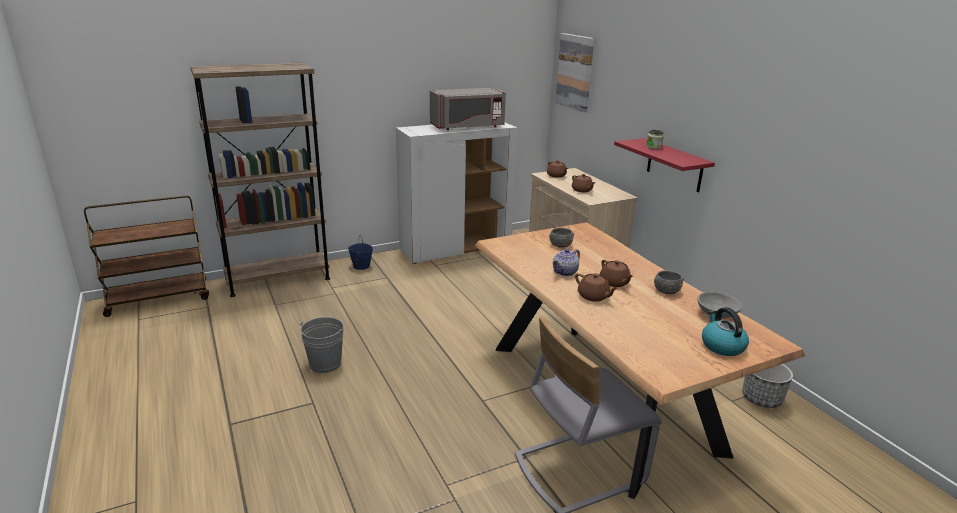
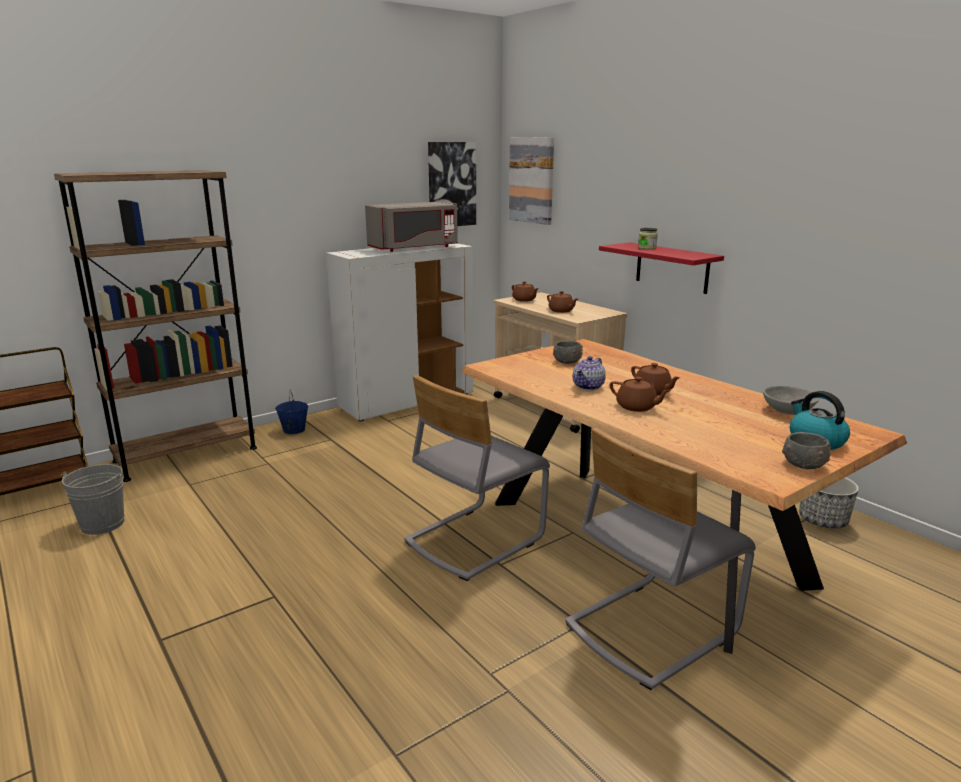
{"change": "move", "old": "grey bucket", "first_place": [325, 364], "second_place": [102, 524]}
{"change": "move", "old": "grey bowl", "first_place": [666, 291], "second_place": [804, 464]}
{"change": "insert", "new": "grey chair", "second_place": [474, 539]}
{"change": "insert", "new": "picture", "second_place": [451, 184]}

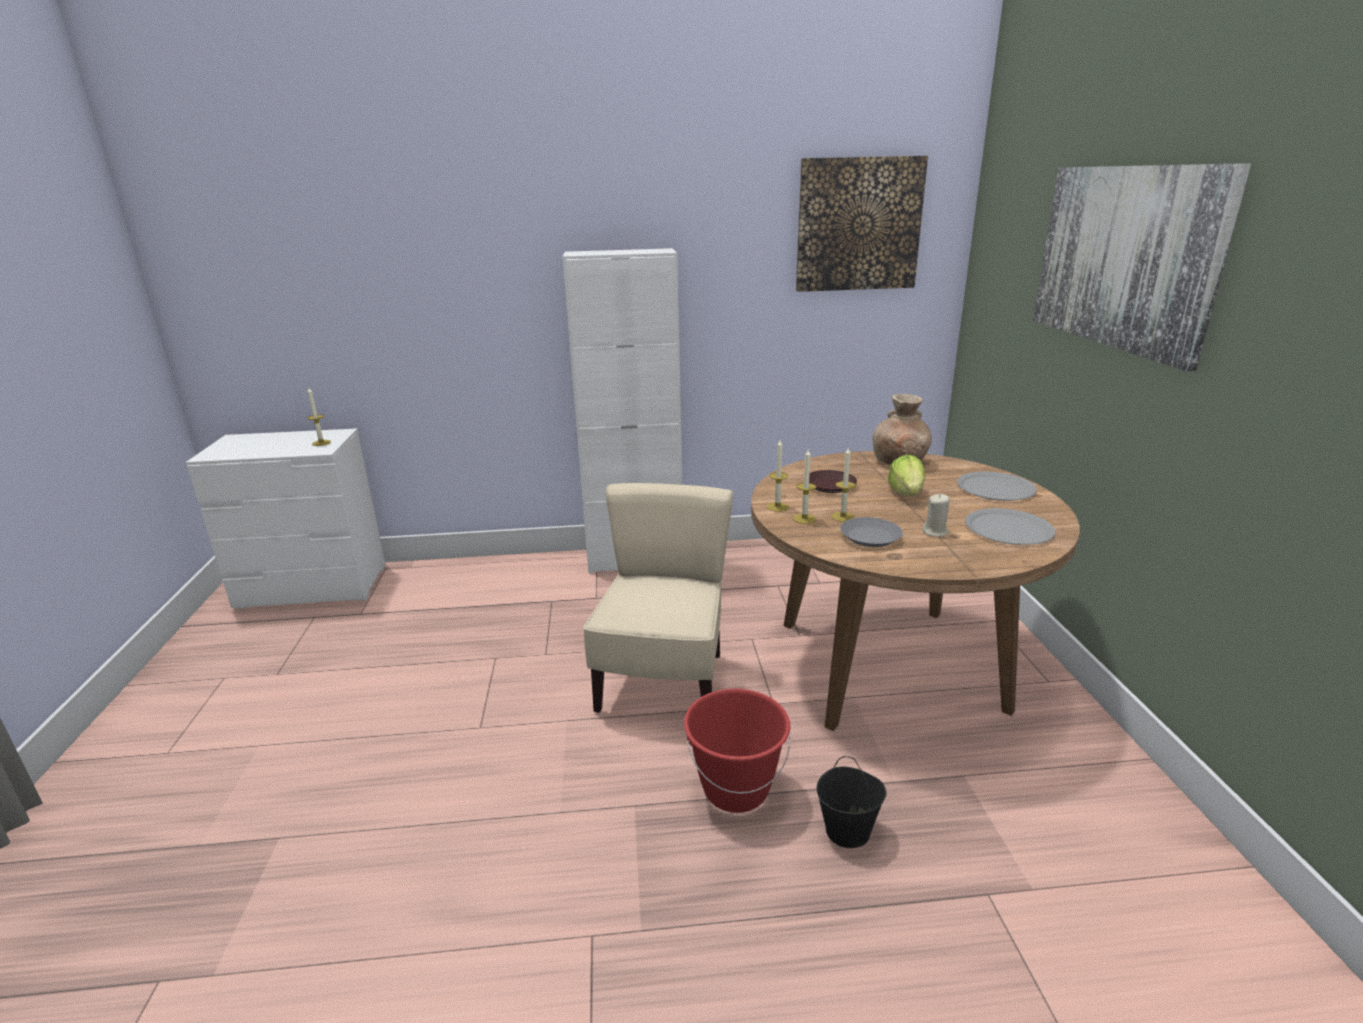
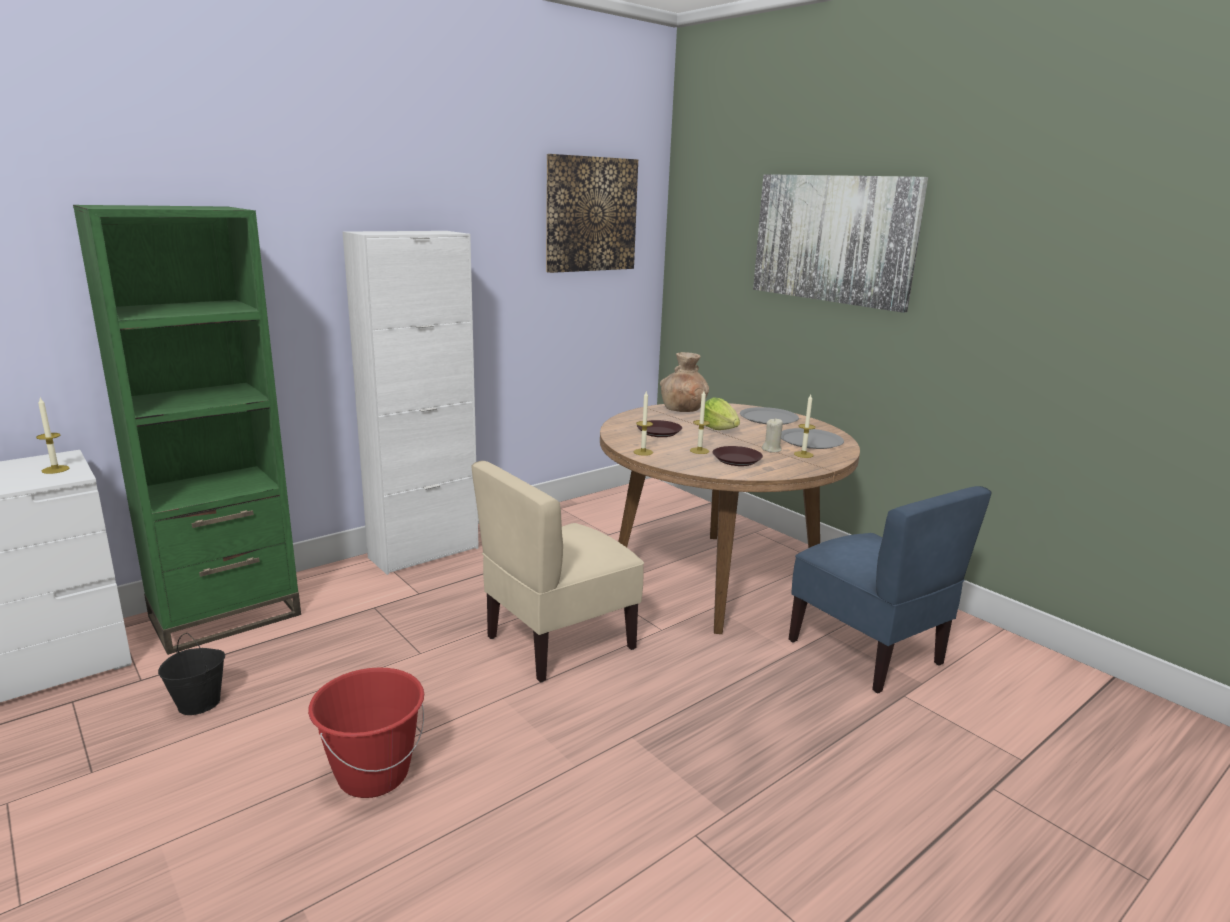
{"change": "rotate", "old": "beige chair", "first_place": [663, 683], "second_place": [559, 642], "degrees": -105}
{"change": "move", "old": "red bucket", "first_place": [735, 789], "second_place": [373, 774]}
{"change": "move", "old": "candle", "first_place": [804, 518], "second_place": [803, 454]}
{"change": "move", "old": "black bucket", "first_place": [848, 830], "second_place": [199, 703]}
{"change": "recolor", "old": "grey plate", "new": "brown plate", "first_place": [870, 537], "second_place": [736, 460]}
{"change": "insert", "new": "green bookcase", "second_place": [225, 616]}
{"change": "insert", "new": "blue chair", "second_place": [867, 652]}

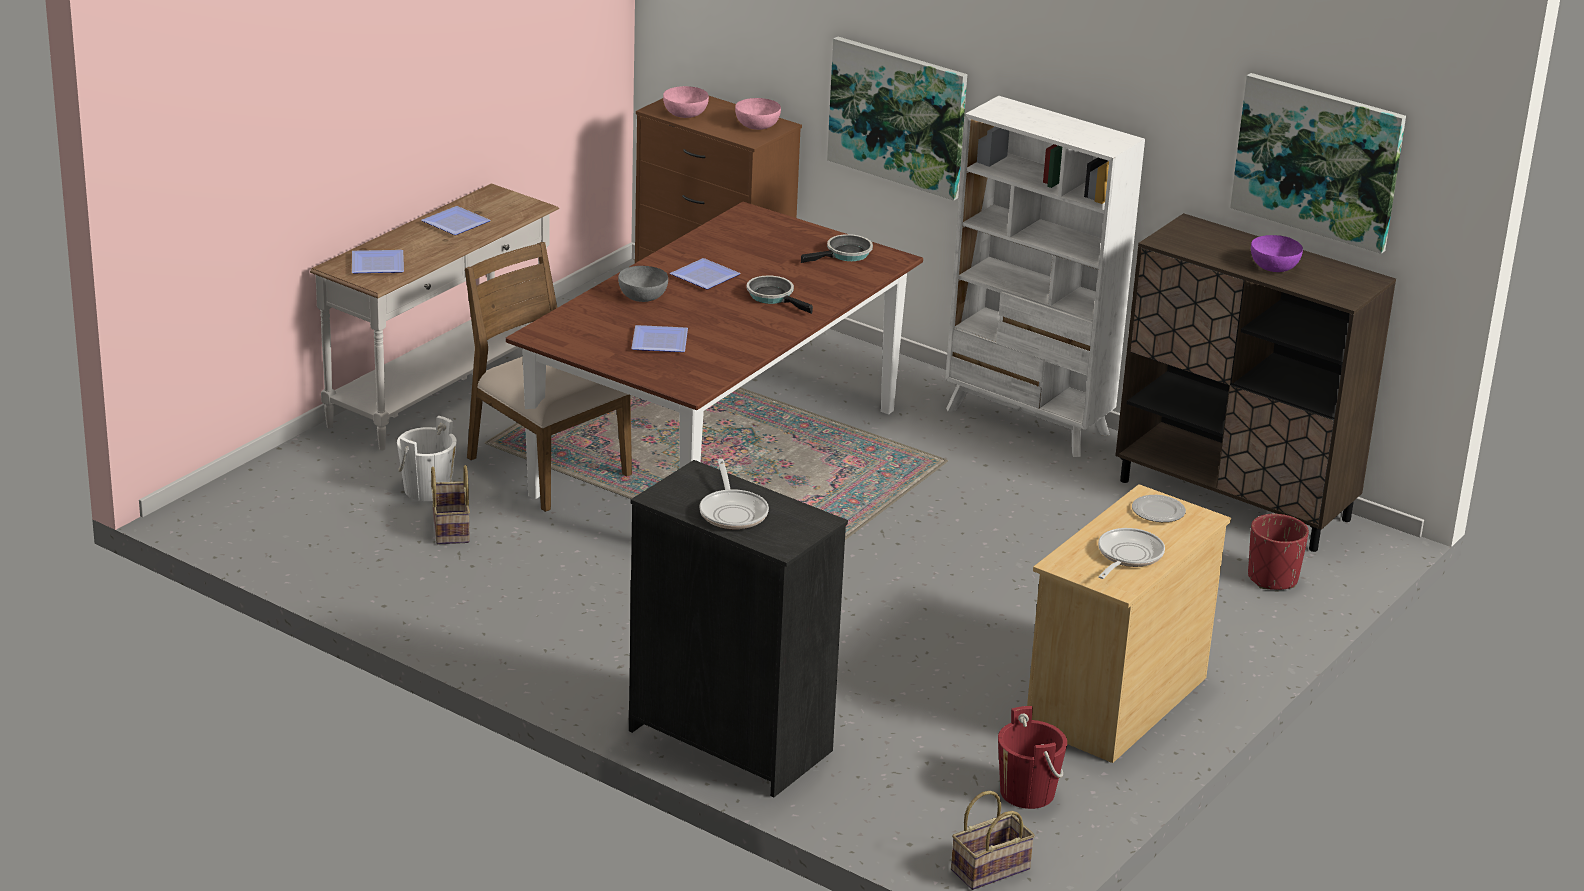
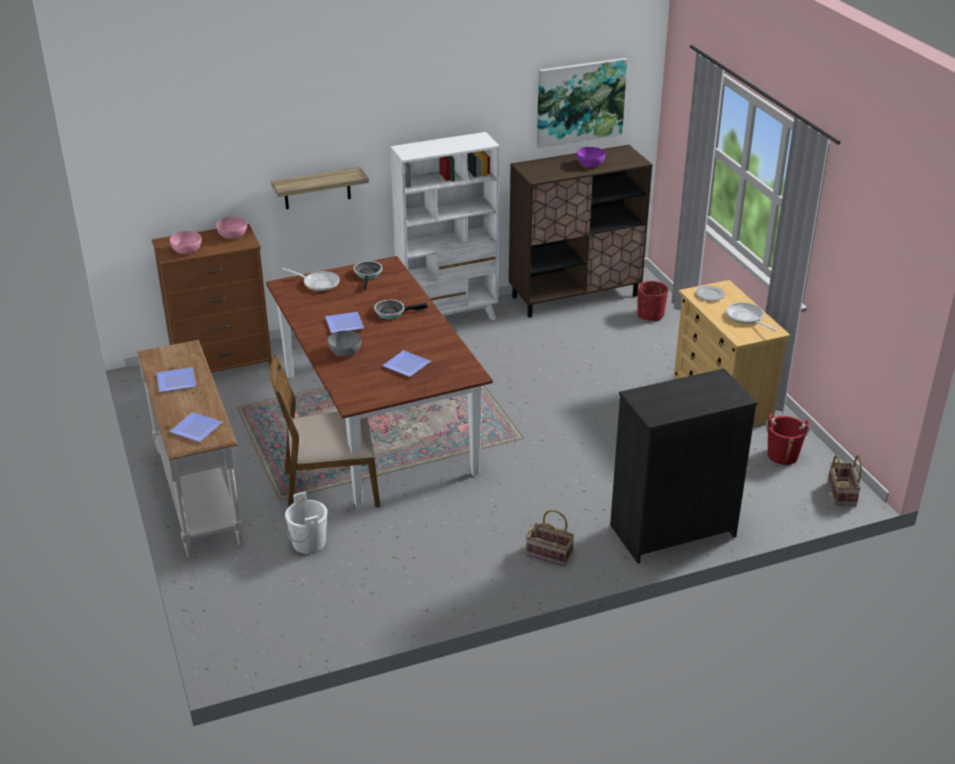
{"change": "move", "old": "basket", "first_place": [449, 528], "second_place": [548, 554]}
{"change": "move", "old": "frying pan", "first_place": [733, 512], "second_place": [318, 283]}
{"change": "replace", "old": "picture", "new": "shelf", "first_place": [898, 116], "second_place": [317, 188]}

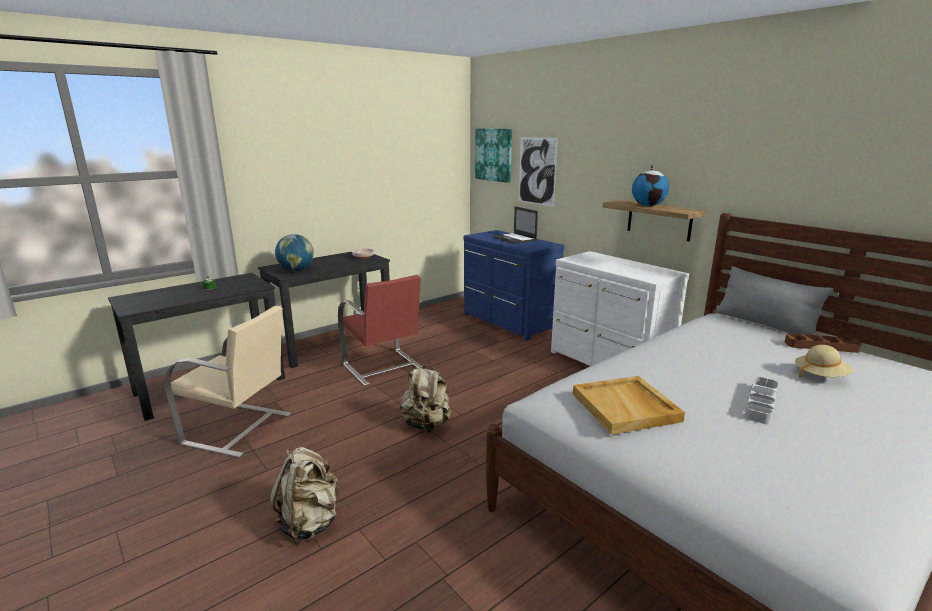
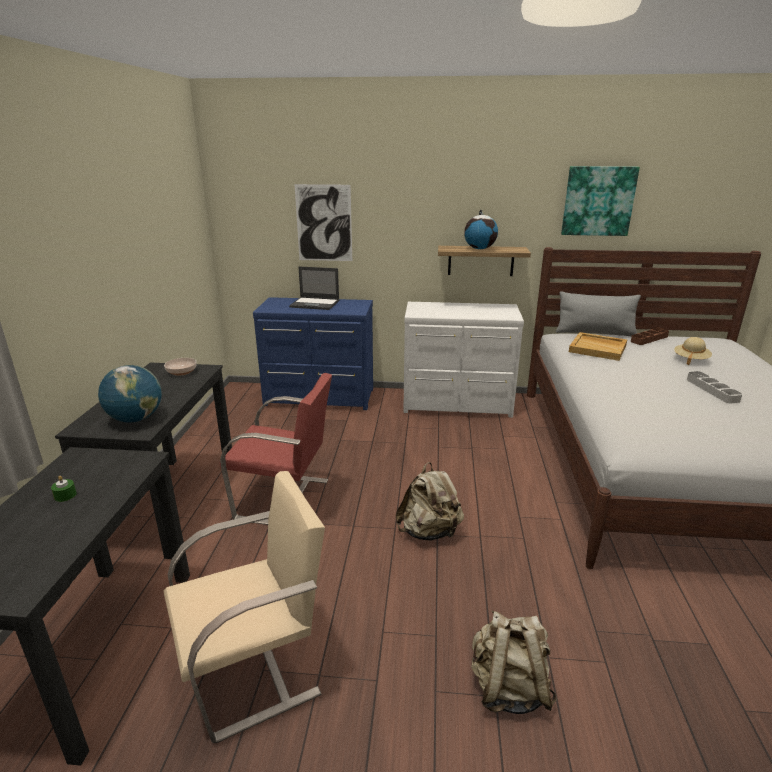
{"change": "move", "old": "picture", "first_place": [494, 154], "second_place": [598, 201]}
{"change": "move", "old": "beige tray", "first_place": [626, 407], "second_place": [598, 348]}

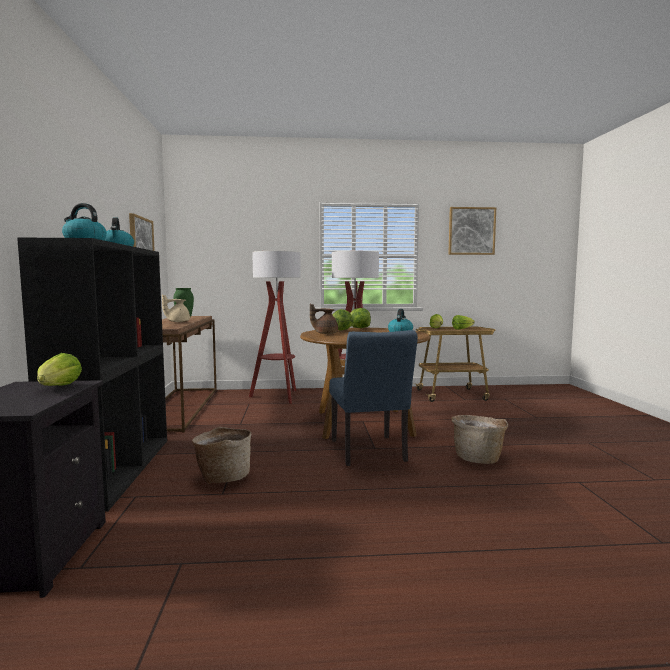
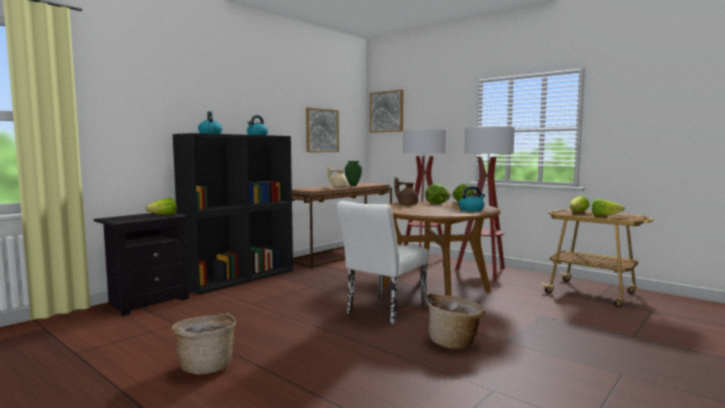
{"change": "move", "old": "basket", "first_place": [223, 477], "second_place": [206, 366]}
{"change": "recolor", "old": "blue chair", "new": "white chair", "first_place": [369, 453], "second_place": [382, 311]}
{"change": "move", "old": "picture", "first_place": [471, 231], "second_place": [386, 111]}

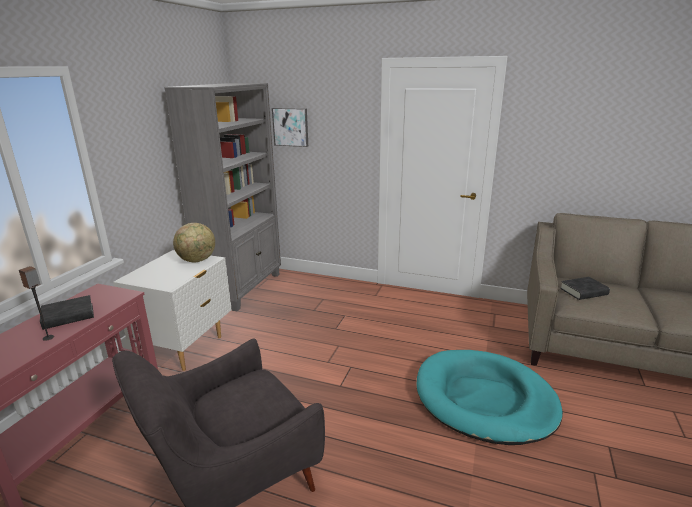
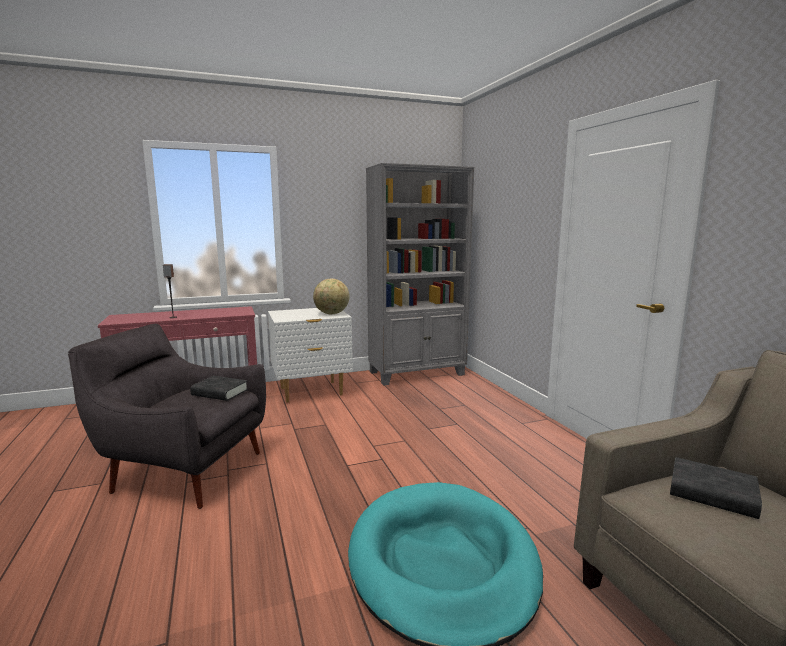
{"change": "move", "old": "black book", "first_place": [68, 316], "second_place": [220, 392]}
{"change": "delete", "old": "picture", "first_place": [291, 127]}

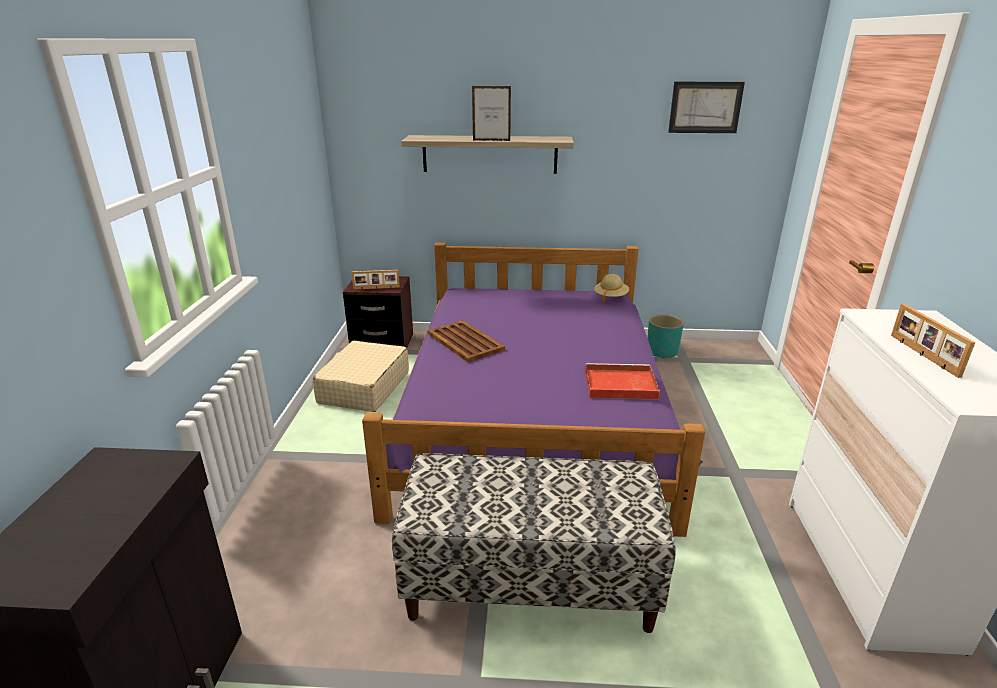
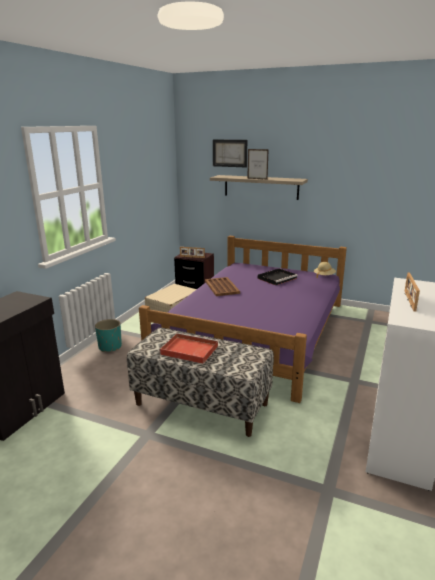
{"change": "move", "old": "red tray", "first_place": [618, 385], "second_place": [188, 350]}
{"change": "move", "old": "turquoise planter", "first_place": [662, 352], "second_place": [110, 347]}
{"change": "move", "old": "picture", "first_place": [705, 107], "second_place": [229, 153]}
{"change": "insert", "new": "black tray", "second_place": [277, 278]}

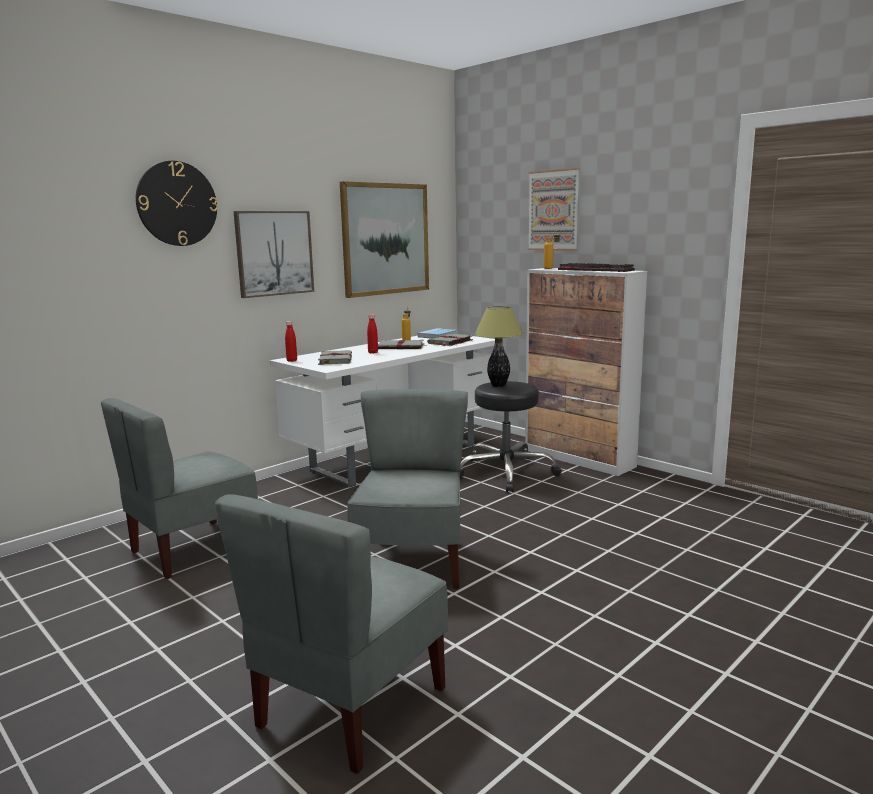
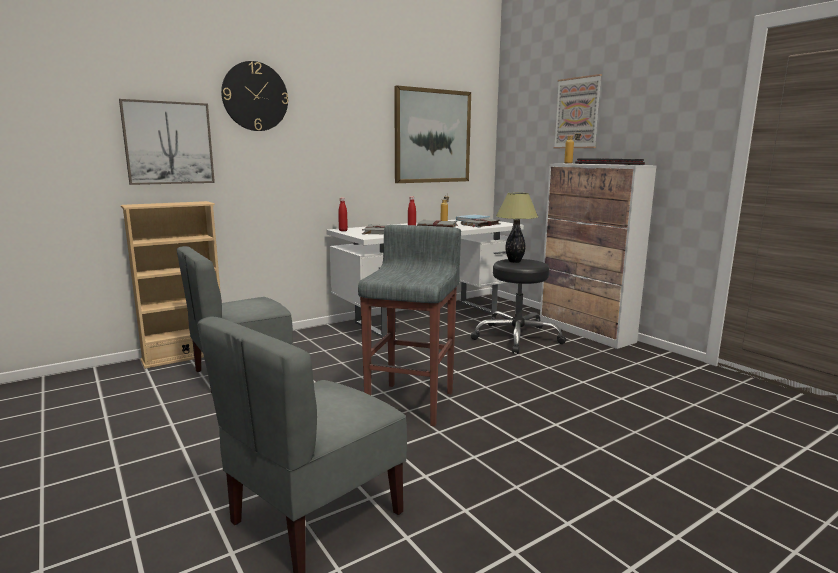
{"change": "move", "old": "picture", "first_place": [274, 253], "second_place": [168, 143]}
{"change": "replace", "old": "grey chair", "new": "grey stool", "first_place": [413, 563], "second_place": [412, 403]}
{"change": "insert", "new": "beige bookcase", "second_place": [184, 356]}

